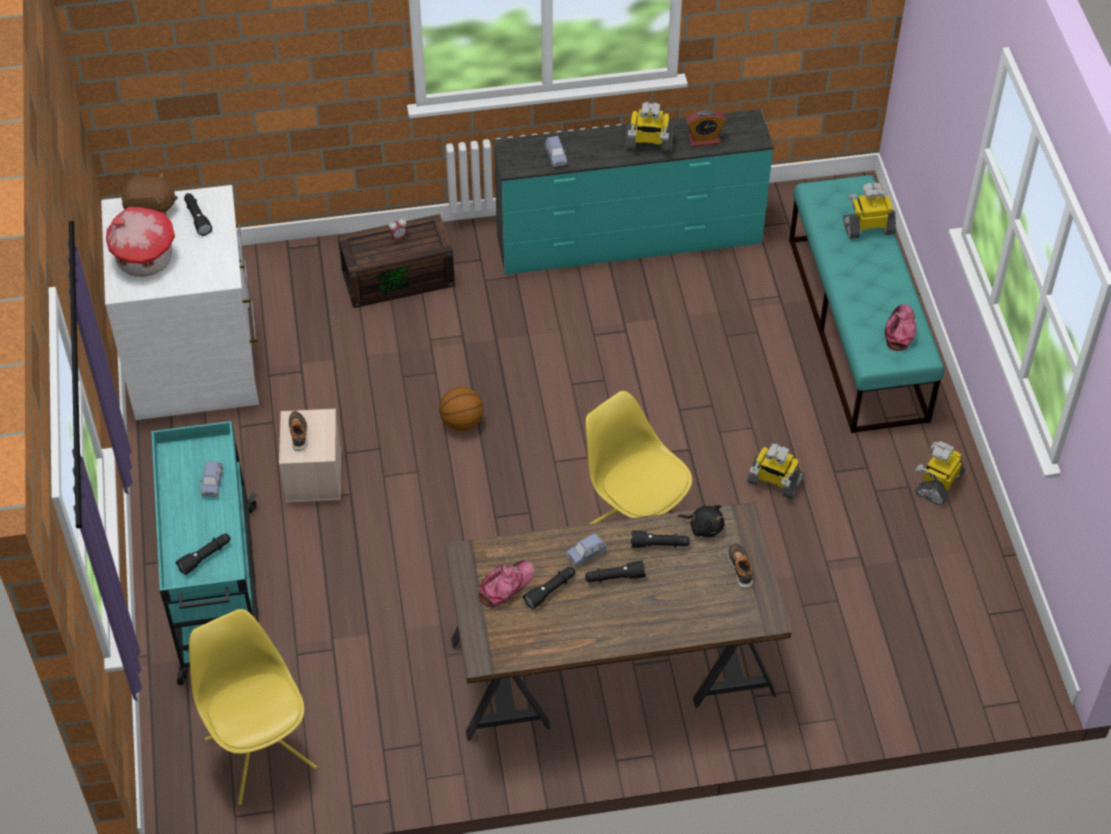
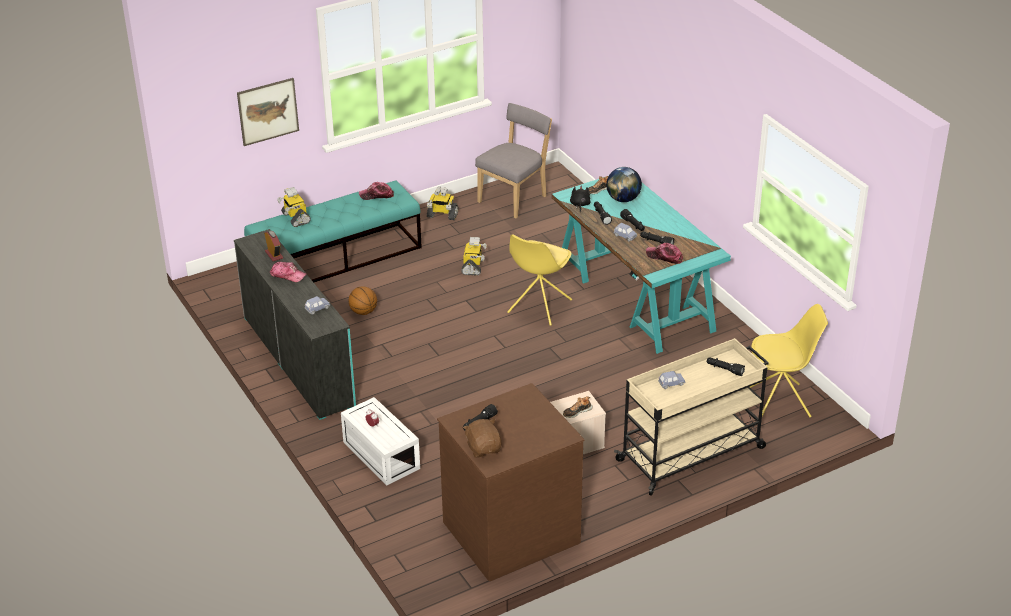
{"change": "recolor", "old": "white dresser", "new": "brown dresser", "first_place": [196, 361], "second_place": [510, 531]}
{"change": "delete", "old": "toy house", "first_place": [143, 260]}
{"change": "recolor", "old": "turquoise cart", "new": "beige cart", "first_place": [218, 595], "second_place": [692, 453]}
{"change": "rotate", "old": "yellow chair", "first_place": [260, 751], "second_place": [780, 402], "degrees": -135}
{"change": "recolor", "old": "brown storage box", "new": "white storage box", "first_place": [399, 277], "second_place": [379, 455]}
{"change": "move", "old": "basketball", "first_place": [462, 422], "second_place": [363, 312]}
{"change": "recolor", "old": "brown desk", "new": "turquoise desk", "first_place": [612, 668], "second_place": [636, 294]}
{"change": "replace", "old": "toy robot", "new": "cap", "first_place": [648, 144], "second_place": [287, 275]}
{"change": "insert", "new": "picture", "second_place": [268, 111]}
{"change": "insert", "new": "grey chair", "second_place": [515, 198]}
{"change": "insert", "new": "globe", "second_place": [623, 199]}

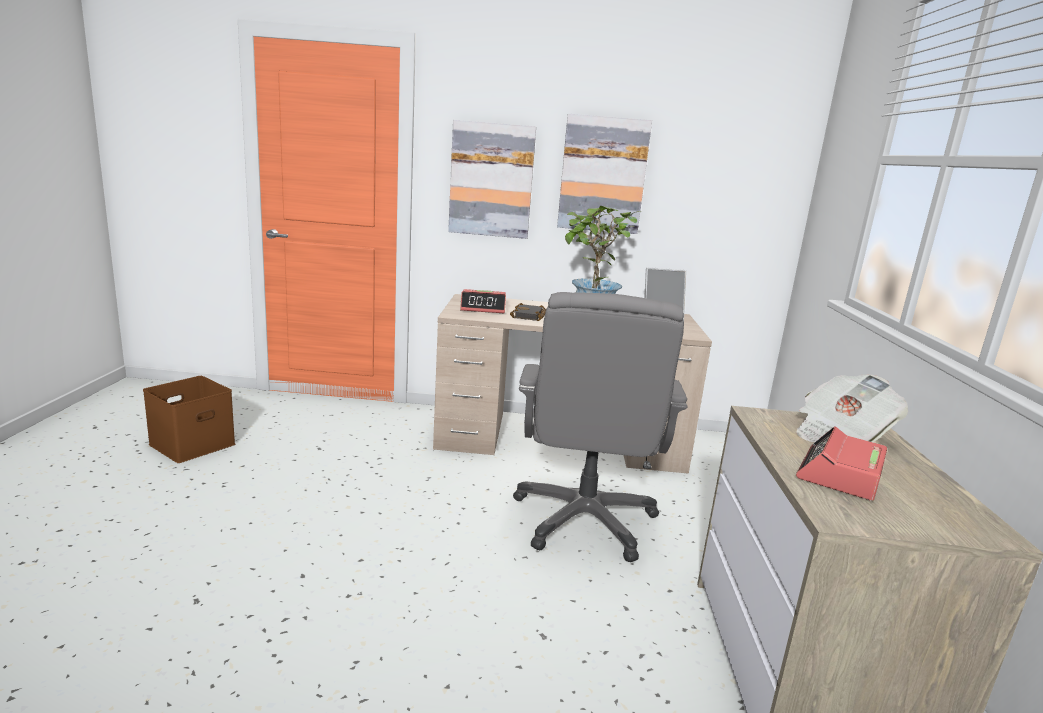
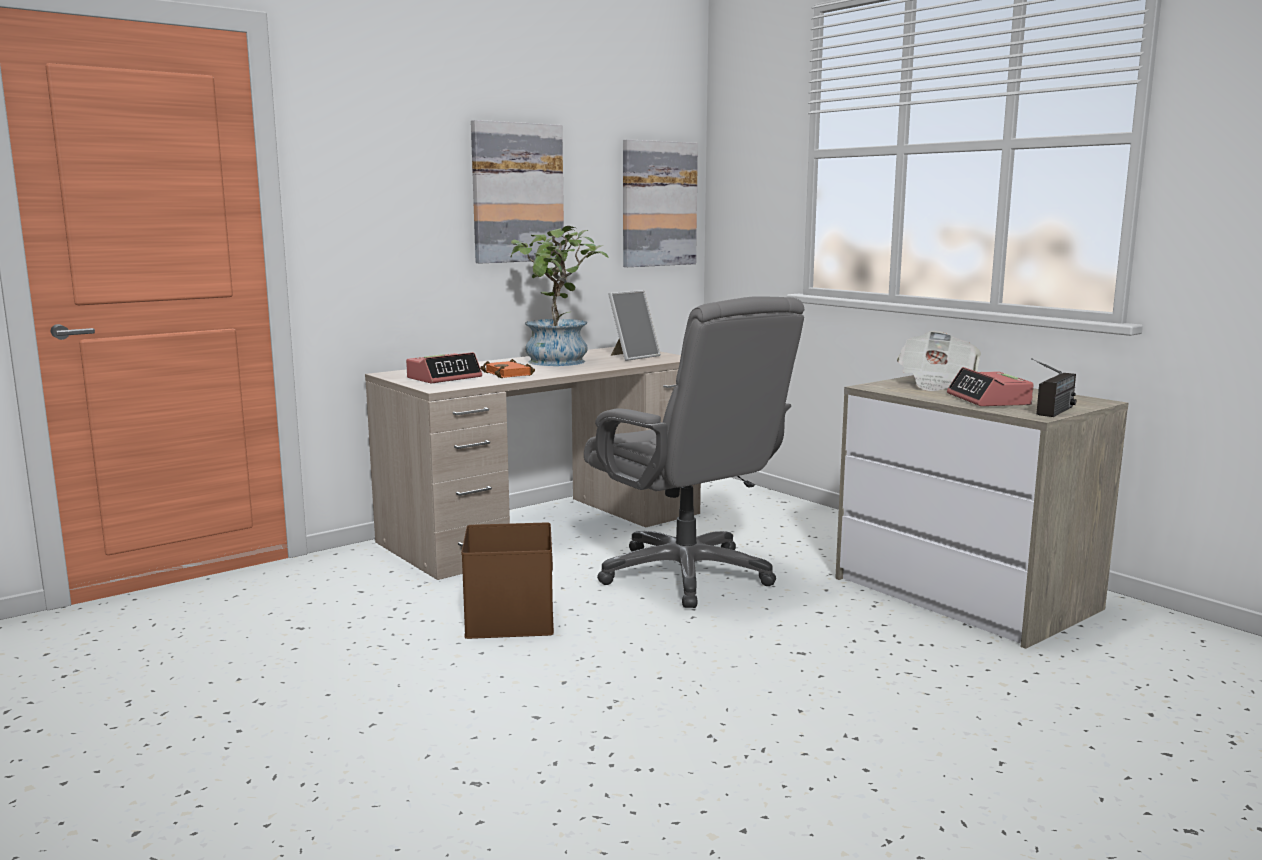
{"change": "move", "old": "brown storage box", "first_place": [193, 443], "second_place": [508, 618]}
{"change": "move", "old": "picture", "first_place": [491, 180], "second_place": [658, 204]}
{"change": "recolor", "old": "black book", "new": "orange book", "first_place": [529, 316], "second_place": [510, 374]}
{"change": "insert", "new": "radio", "second_place": [1051, 414]}

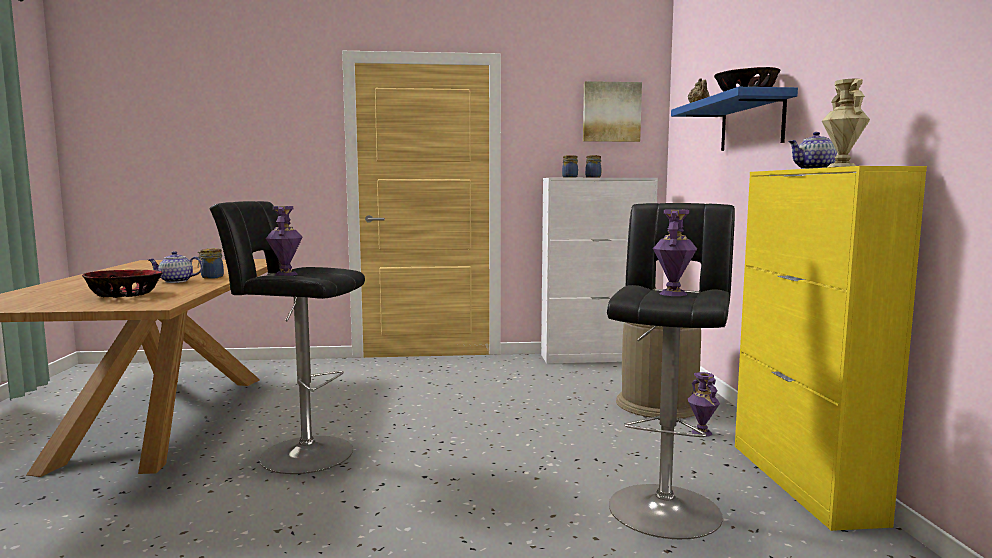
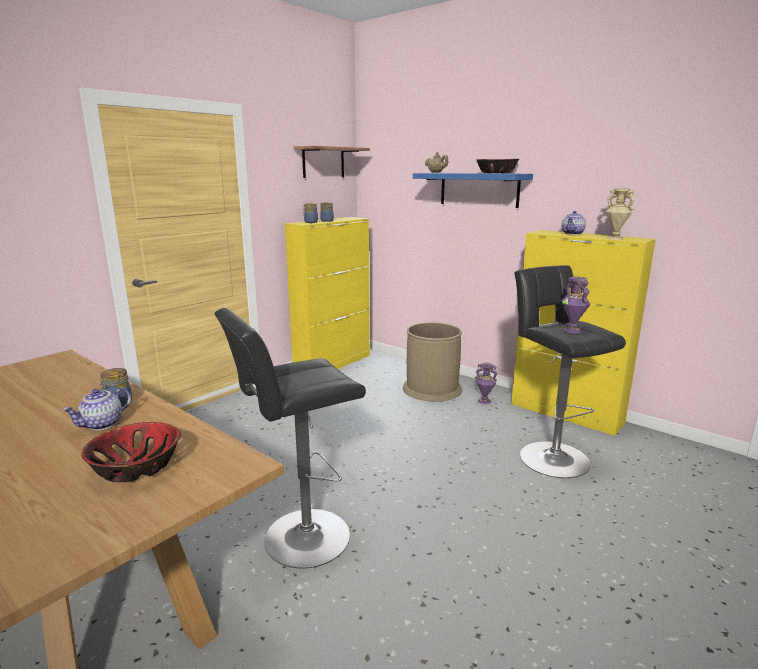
{"change": "delete", "old": "purple vase", "first_place": [286, 274]}
{"change": "recolor", "old": "white cabinet", "new": "yellow cabinet", "first_place": [596, 358], "second_place": [333, 363]}
{"change": "replace", "old": "picture", "new": "shelf", "first_place": [611, 112], "second_place": [323, 162]}

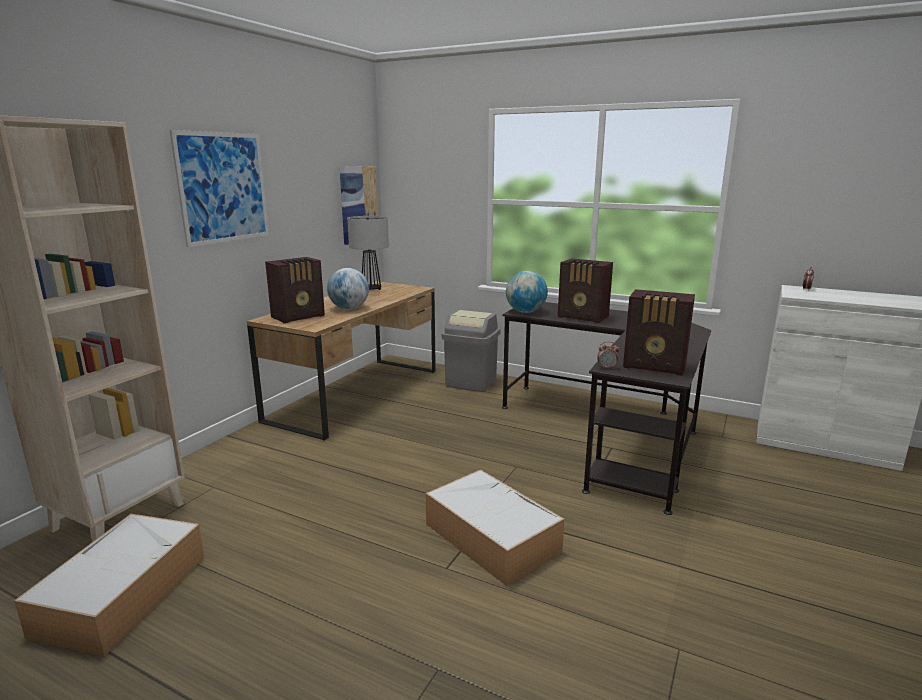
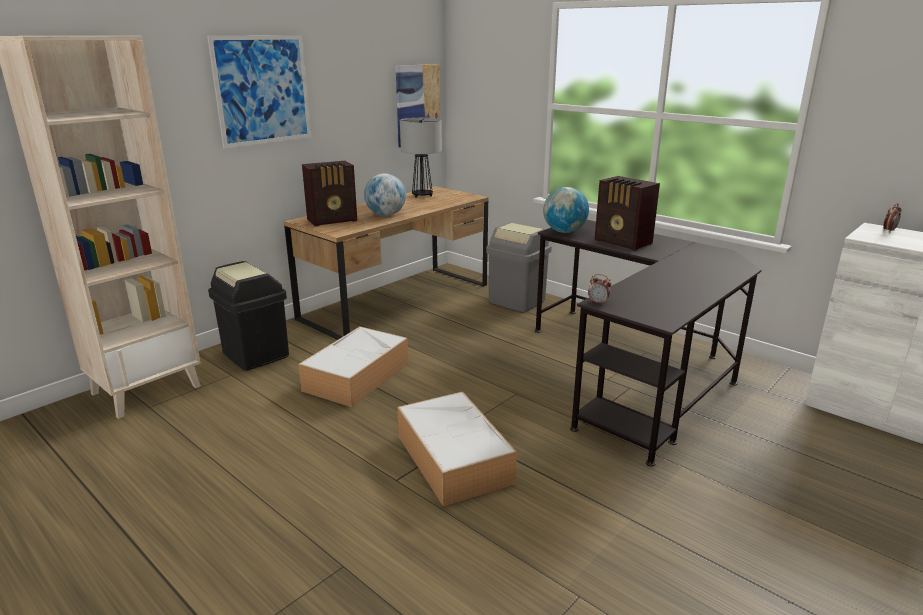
{"change": "move", "old": "storage box", "first_place": [124, 592], "second_place": [357, 376]}
{"change": "delete", "old": "radio", "first_place": [656, 366]}
{"change": "insert", "new": "black trash can", "second_place": [255, 355]}

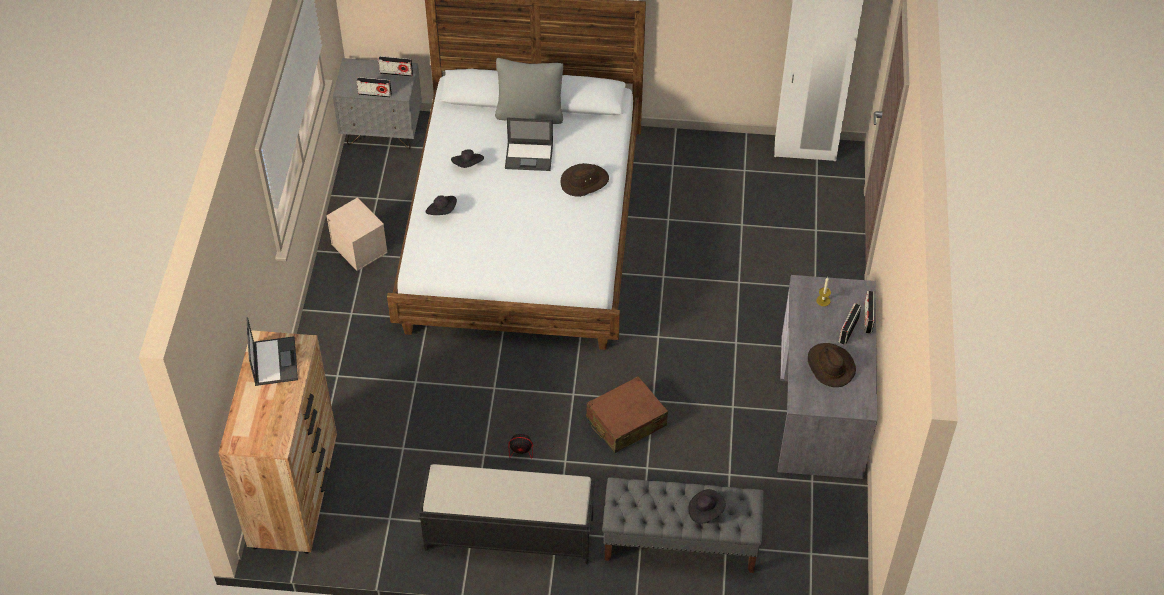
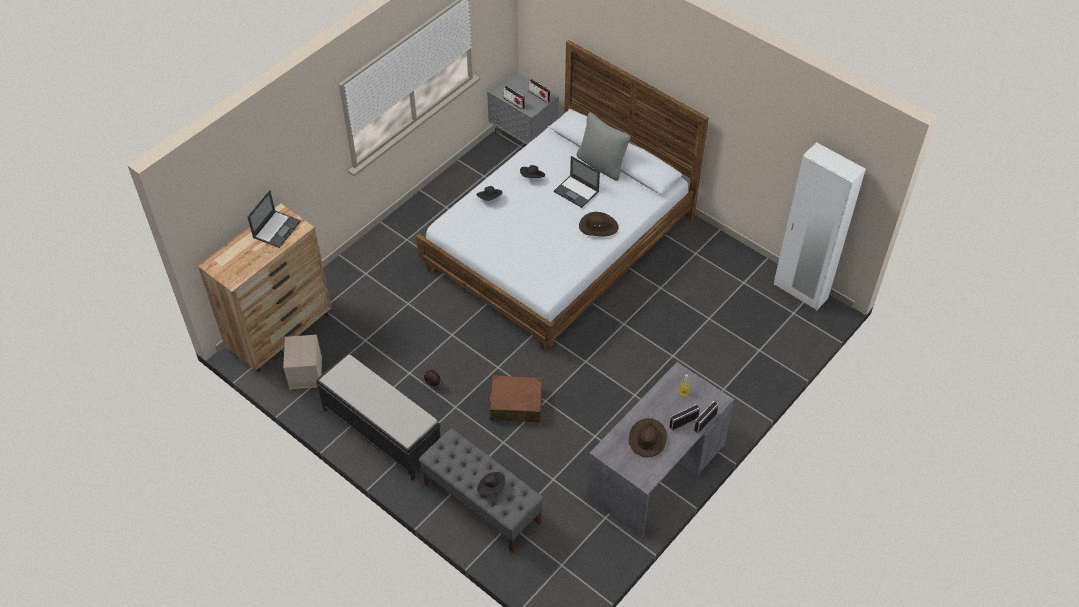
{"change": "move", "old": "beige storage box", "first_place": [360, 248], "second_place": [306, 373]}

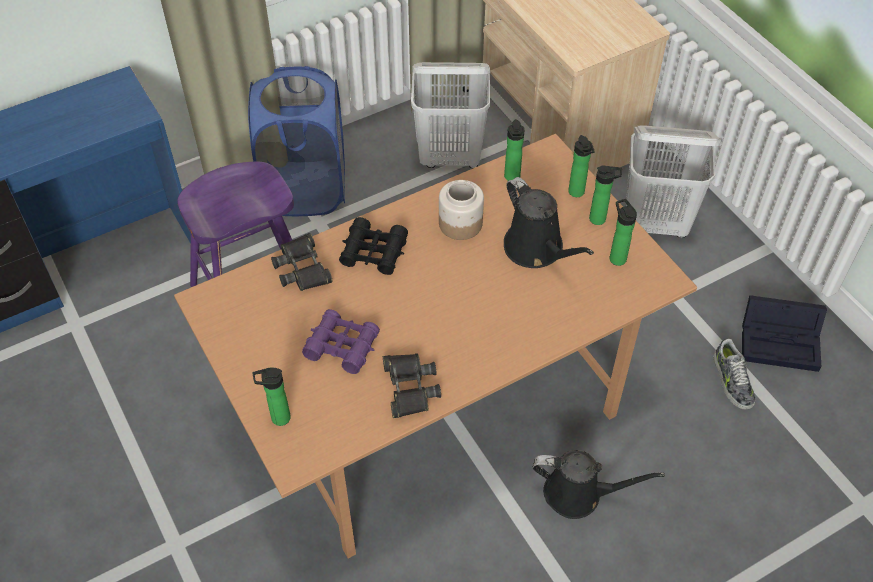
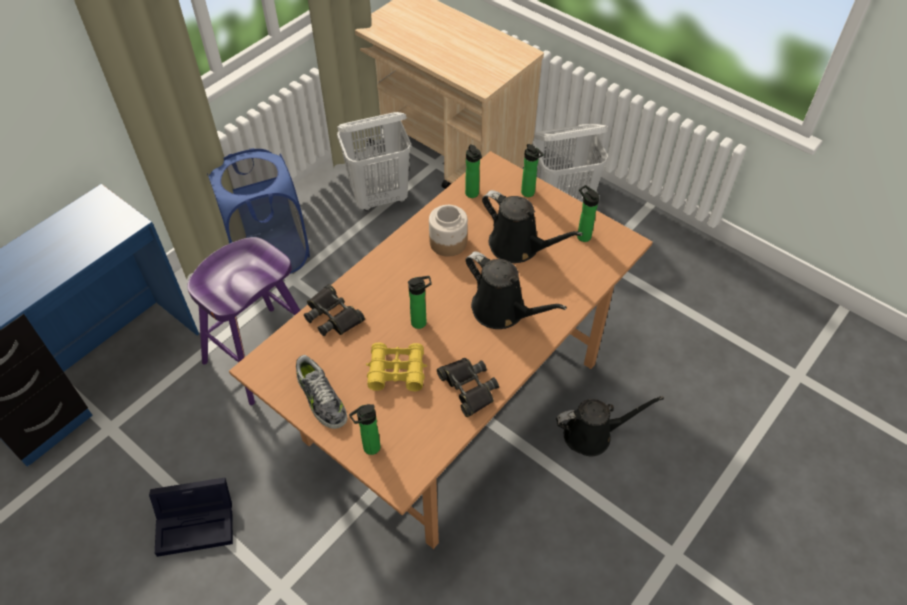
{"change": "recolor", "old": "purple binoculars", "new": "yellow binoculars", "first_place": [342, 346], "second_place": [396, 371]}
{"change": "delete", "old": "black binoculars", "first_place": [374, 252]}
{"change": "move", "old": "bottle", "first_place": [600, 219], "second_place": [421, 322]}
{"change": "move", "old": "shoe", "first_place": [732, 381], "second_place": [321, 399]}
{"change": "move", "old": "black storage box", "first_place": [782, 342], "second_place": [198, 522]}
{"change": "insert", "new": "black watering can", "second_place": [503, 311]}

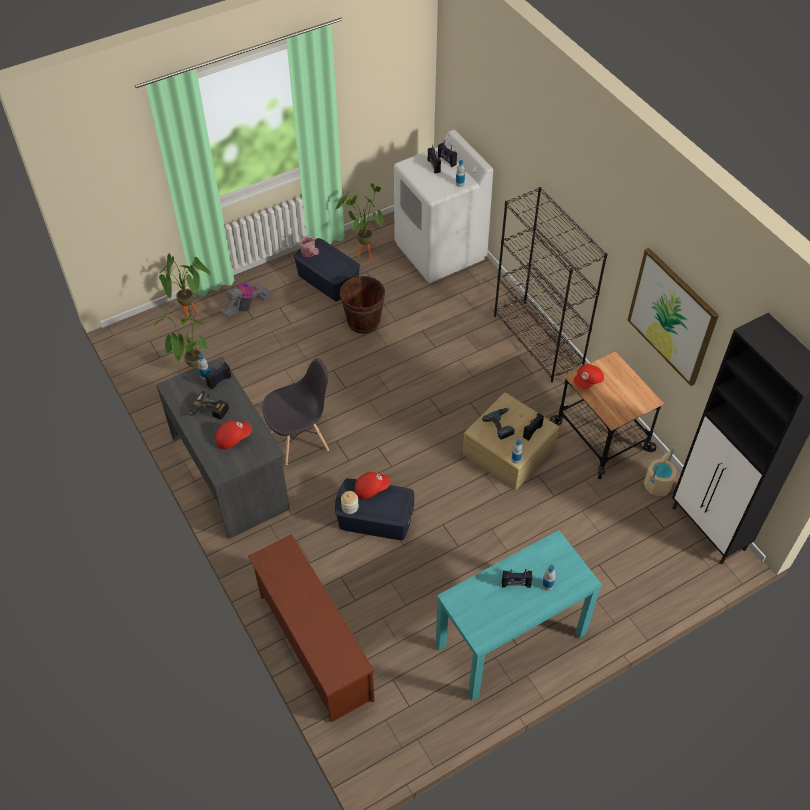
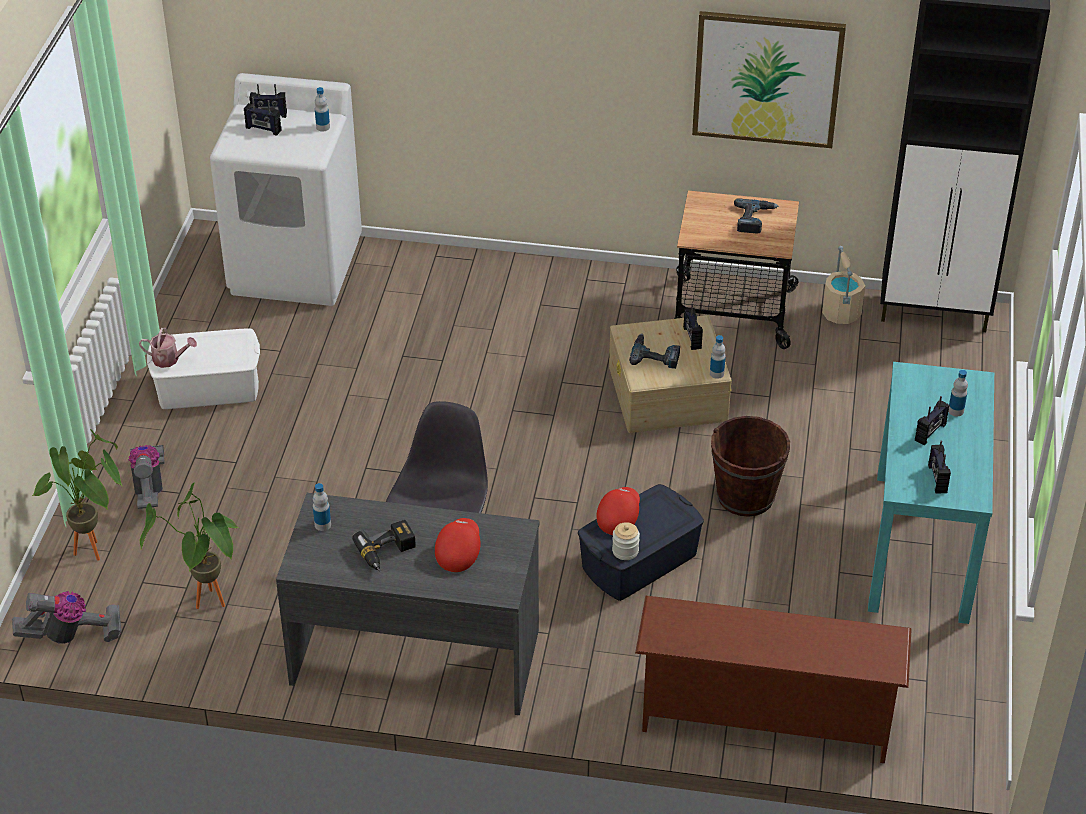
{"change": "move", "old": "radio", "first_place": [219, 381], "second_place": [936, 479]}
{"change": "recolor", "old": "blue storage box", "new": "white storage box", "first_place": [328, 280], "second_place": [208, 388]}
{"change": "delete", "old": "potted plant", "first_place": [363, 253]}
{"change": "move", "old": "brown bucket", "first_place": [363, 321], "second_place": [745, 496]}
{"change": "delete", "old": "black bookcase", "first_place": [538, 341]}
{"change": "delete", "old": "red cap", "first_place": [588, 381]}
{"change": "insert", "new": "vacuum cleaner", "second_place": [72, 635]}
{"change": "insert", "new": "power drill", "second_place": [754, 219]}

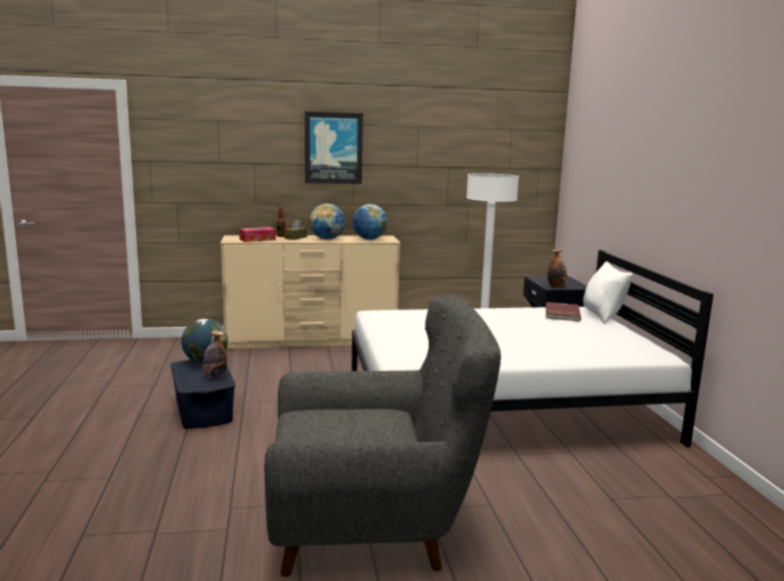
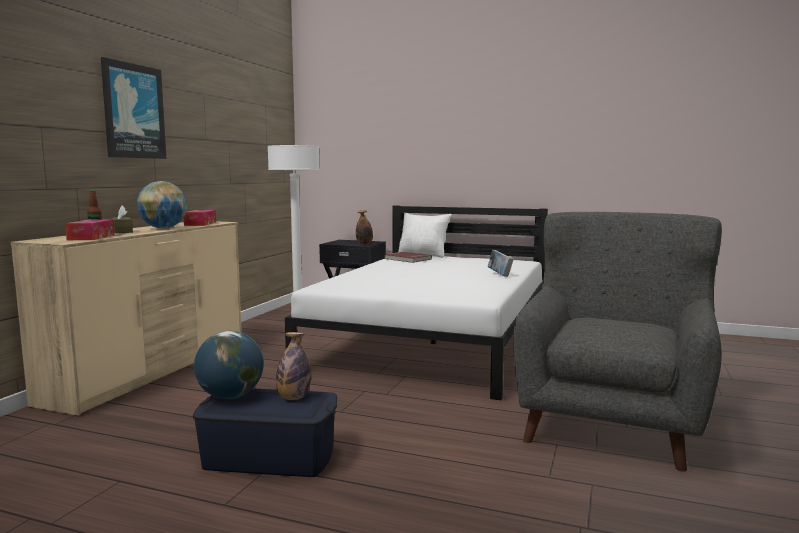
{"change": "replace", "old": "globe", "new": "tissue box", "first_place": [369, 239], "second_place": [200, 224]}
{"change": "insert", "new": "book", "second_place": [499, 274]}

